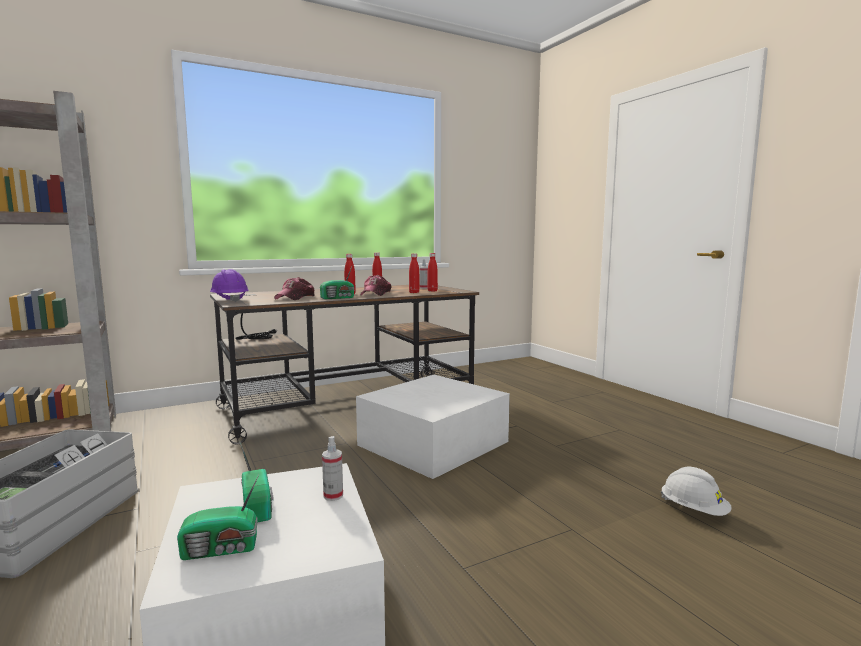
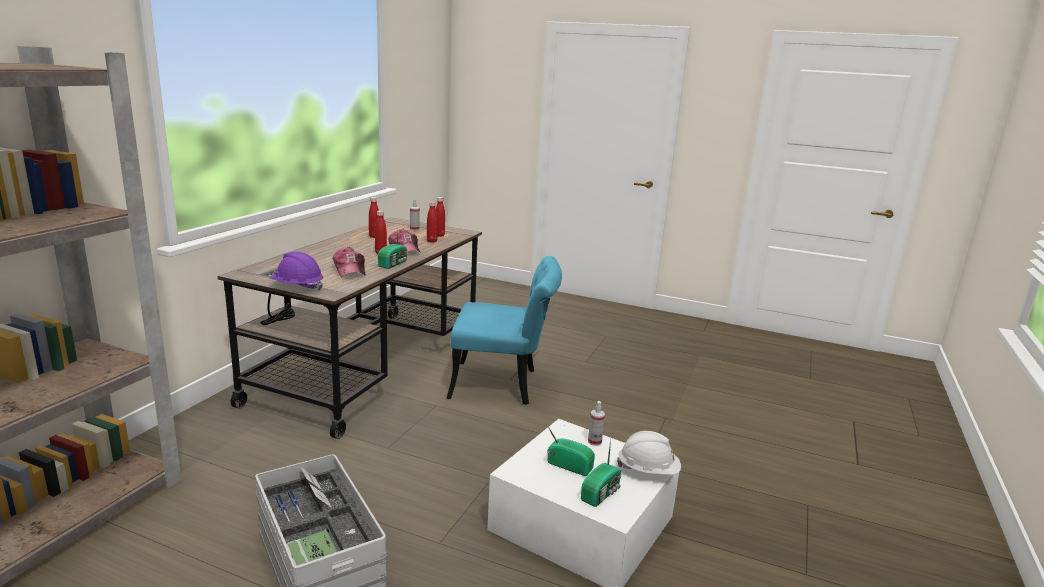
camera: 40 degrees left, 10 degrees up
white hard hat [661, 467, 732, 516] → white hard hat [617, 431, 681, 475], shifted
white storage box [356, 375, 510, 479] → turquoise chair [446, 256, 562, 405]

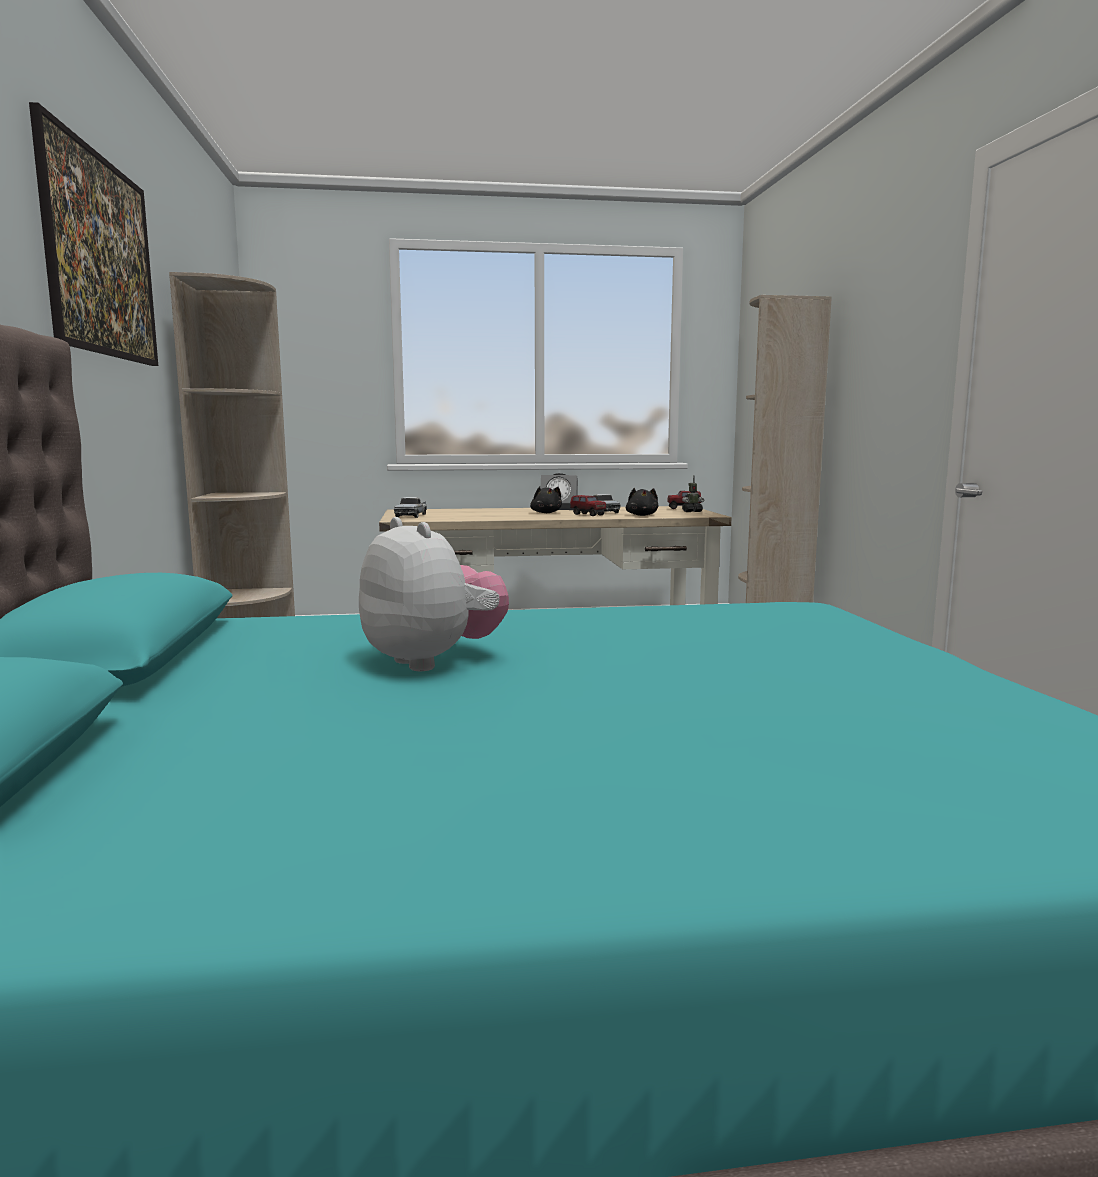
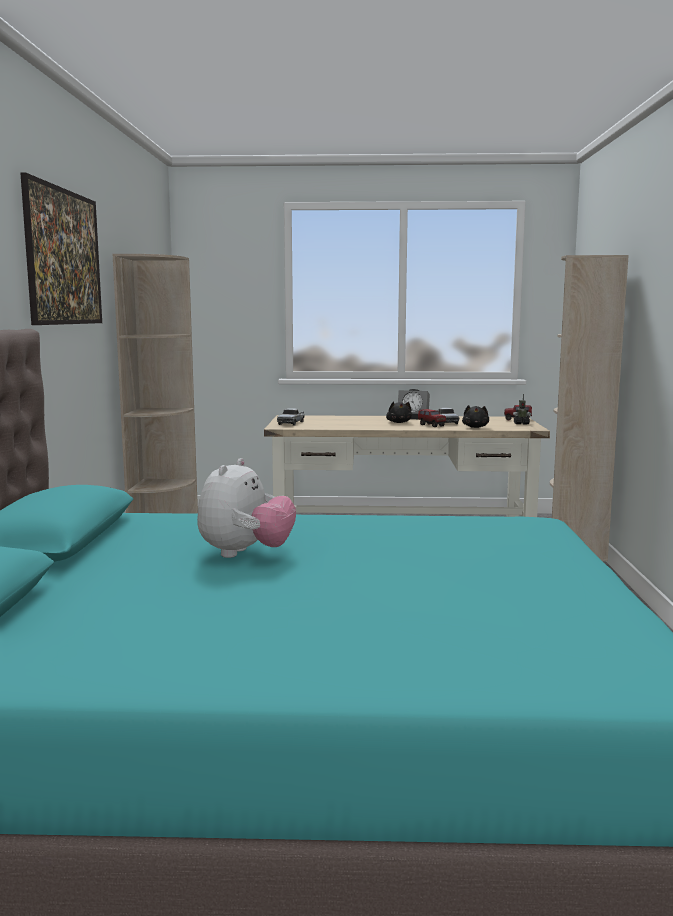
camera: 10 degrees right, 0 degrees up
plush toy [359, 517, 509, 671] → plush toy [197, 458, 296, 558], 45 degrees clockwise

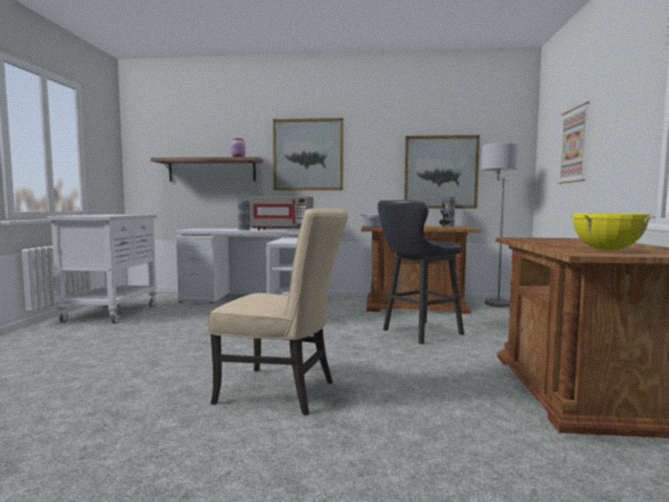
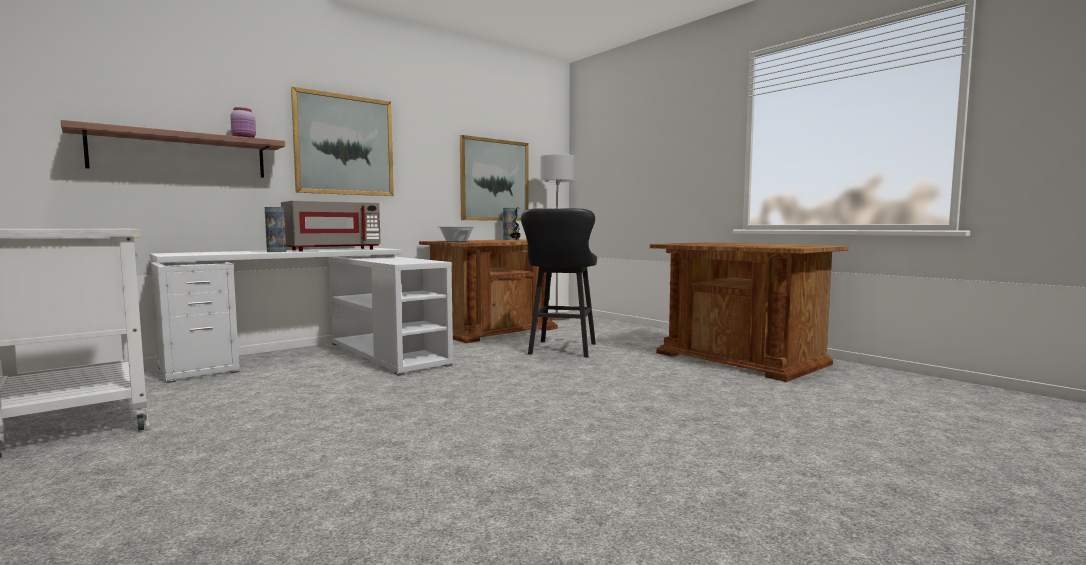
camera: 45 degrees left, 0 degrees up
beige chair [208, 208, 349, 415] → -
picture [558, 102, 590, 184] → -
yellow cooking pot [571, 213, 655, 251] → -

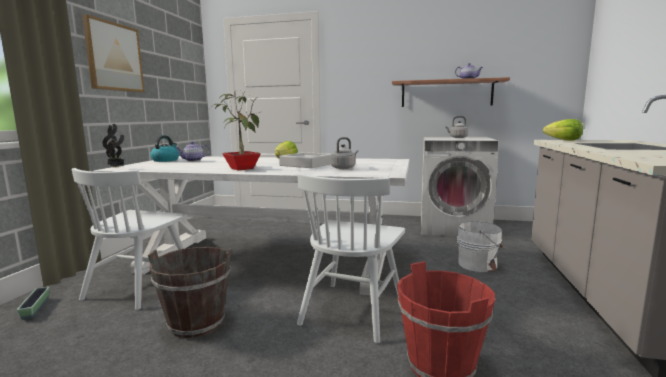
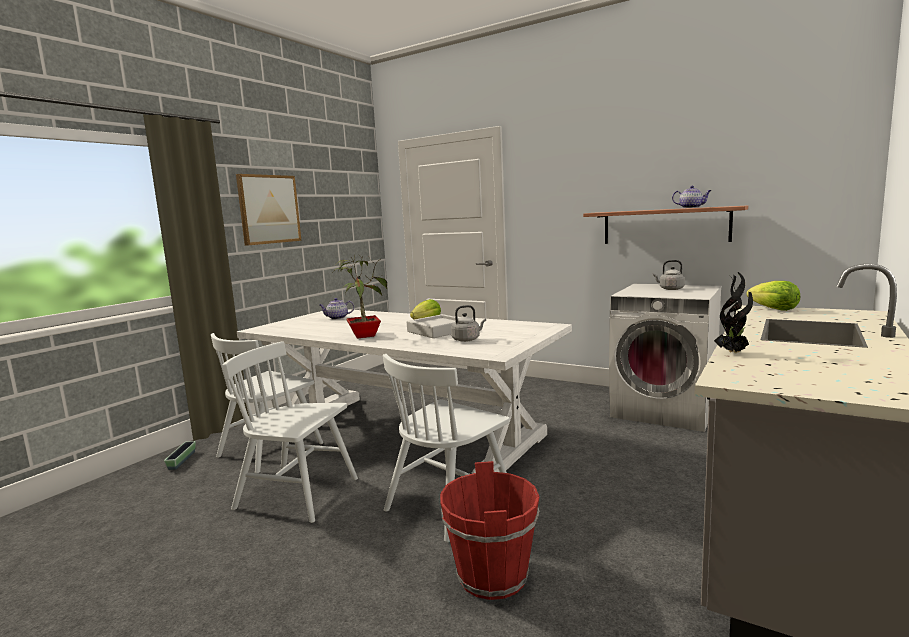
camera: 20 degrees right, 0 degrees up
kettle [150, 135, 179, 162] → -
white bucket [457, 219, 503, 272] → -
potted plant [102, 124, 124, 168] → potted plant [714, 272, 753, 353], shifted
brown bucket [148, 247, 231, 338] → white chair [222, 341, 358, 523]

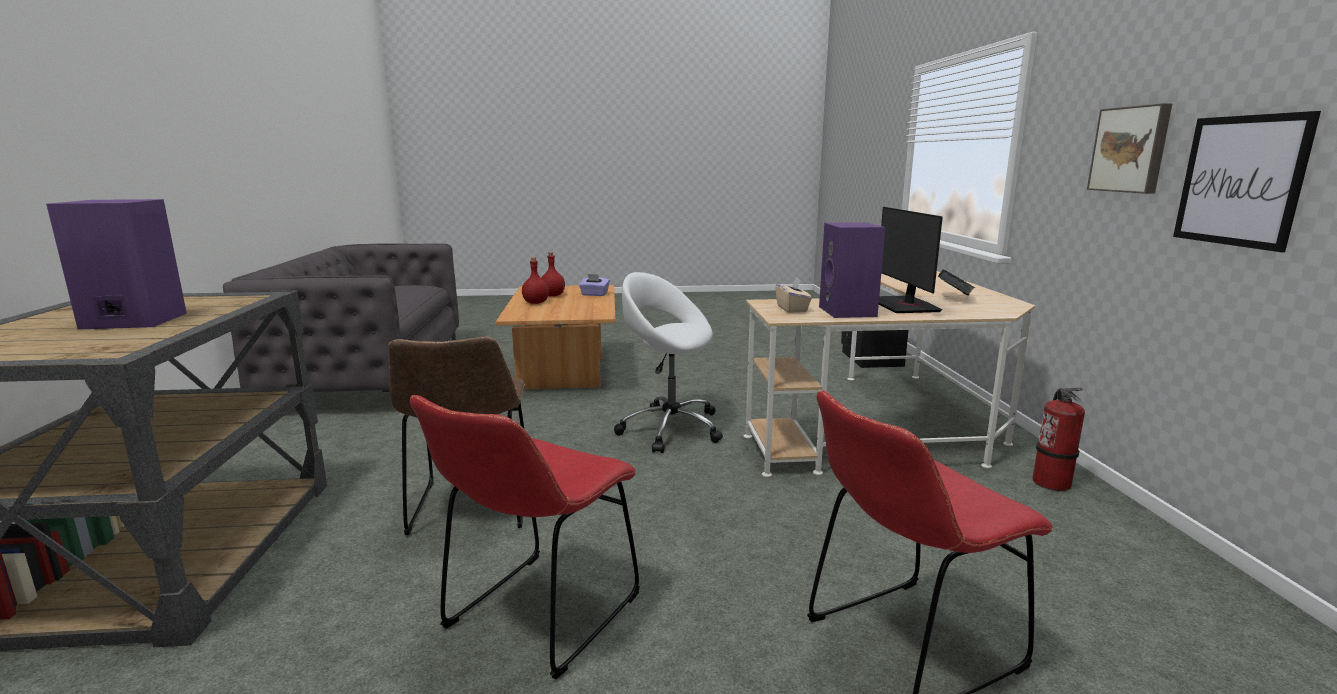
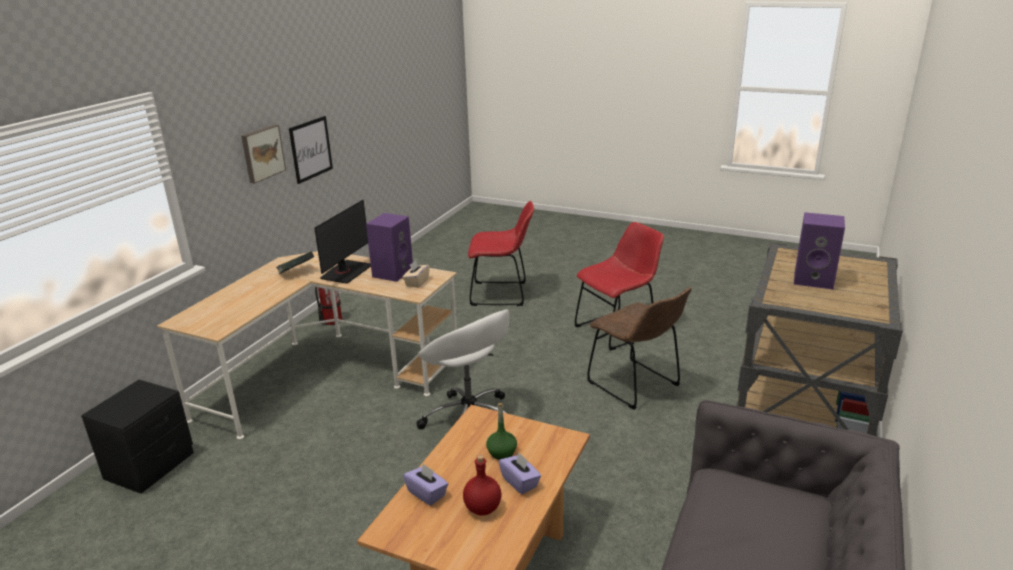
camera: 150 degrees left, 10 degrees up
- → green bottle [486, 403, 517, 460]
red bottle [522, 257, 549, 304] → purple tissue box [499, 452, 541, 494]
brown chair [388, 336, 525, 535] → brown chair [587, 287, 692, 410], 120 degrees clockwise

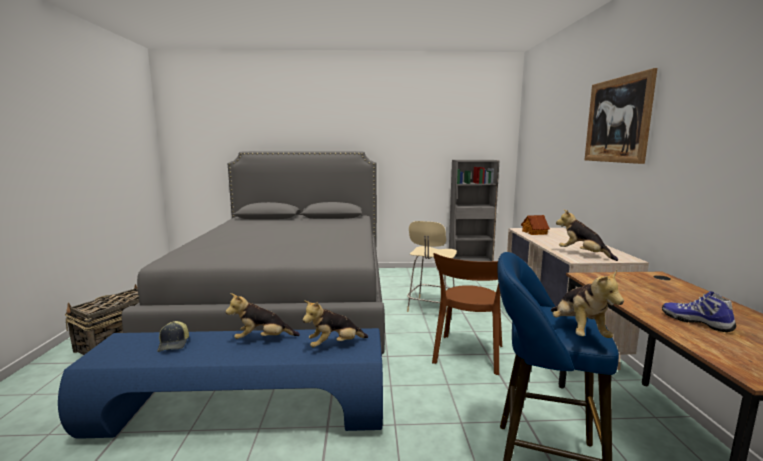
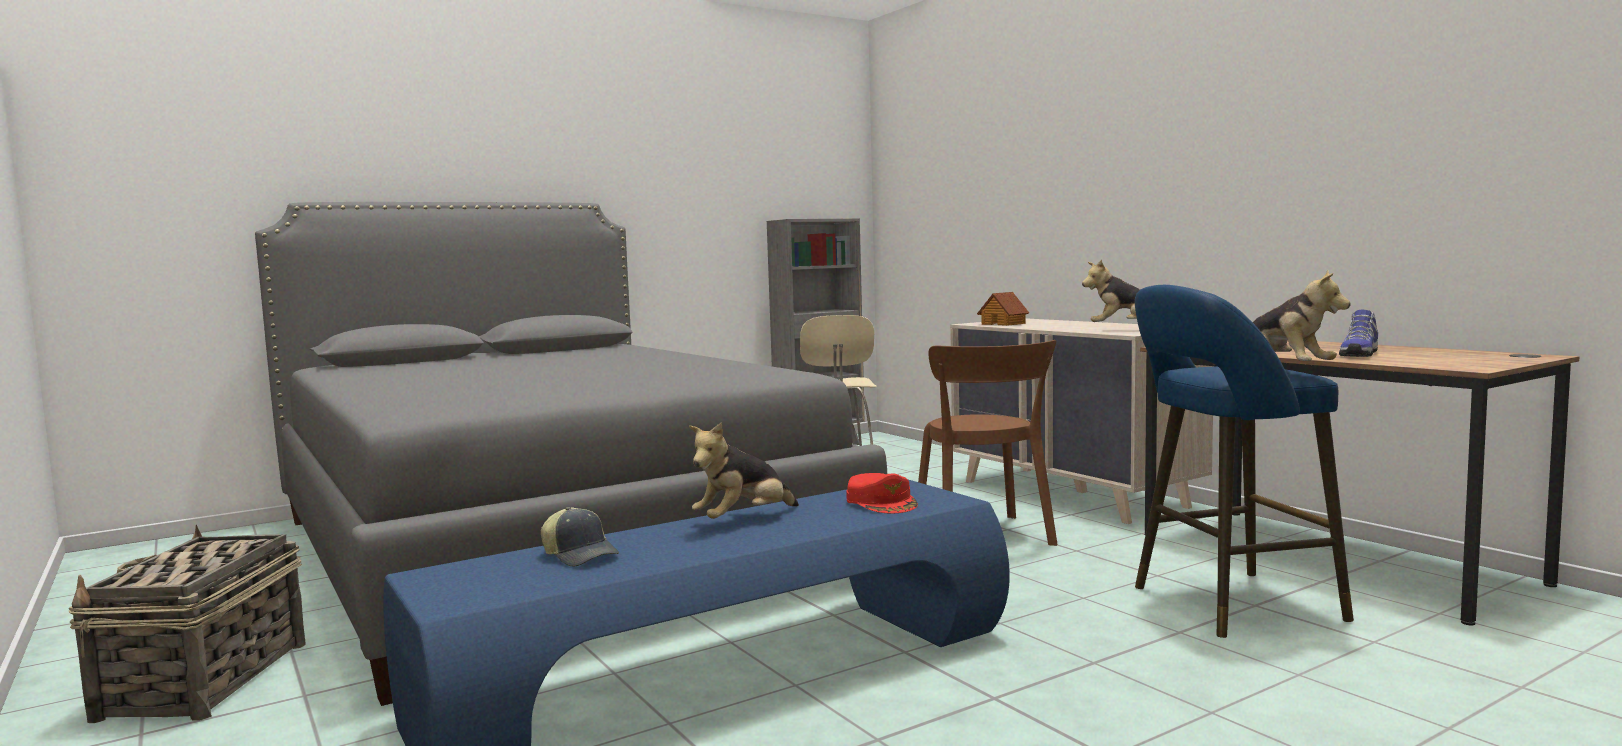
camera: 30 degrees left, 5 degrees down
picture [584, 68, 657, 164] → -
plush toy [302, 300, 368, 347] → red cap [846, 473, 918, 513]
shoe [662, 291, 736, 332] → shoe [1339, 309, 1379, 357], 75 degrees counterclockwise

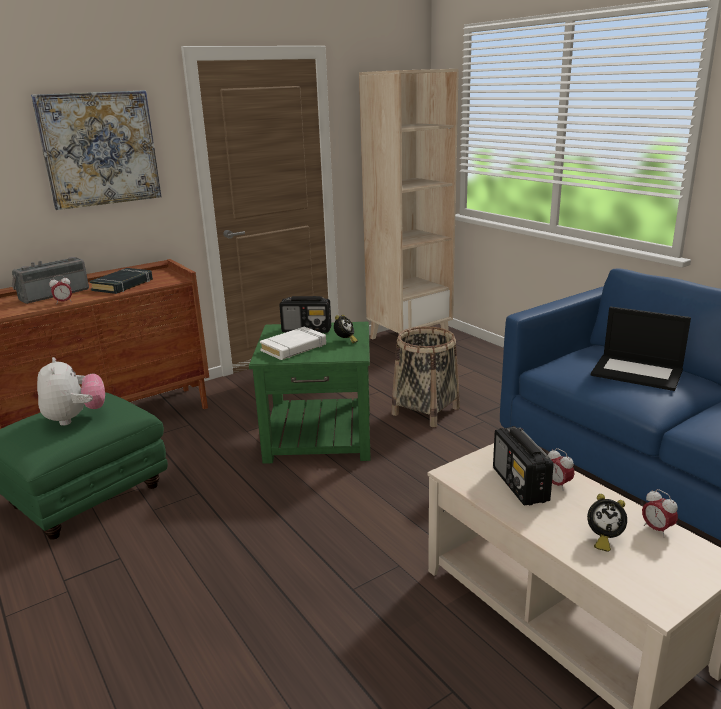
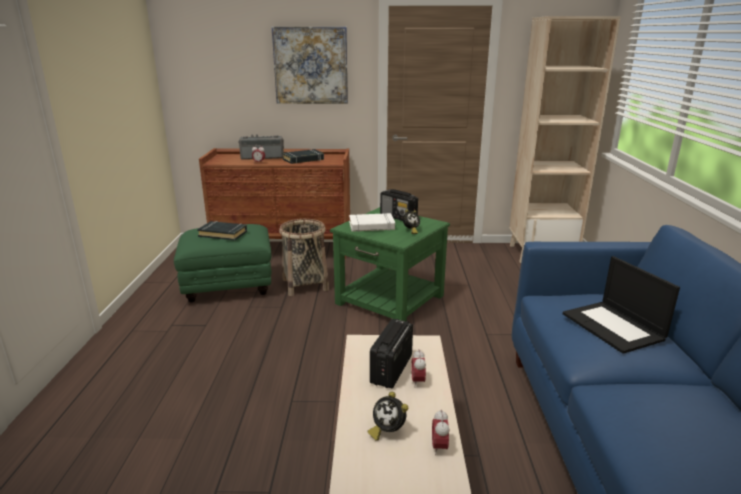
camera: 35 degrees right, 0 degrees up
basket [392, 326, 460, 427] → basket [279, 219, 329, 296], shifted
plush toy [37, 357, 105, 426] → black book [197, 221, 247, 240]

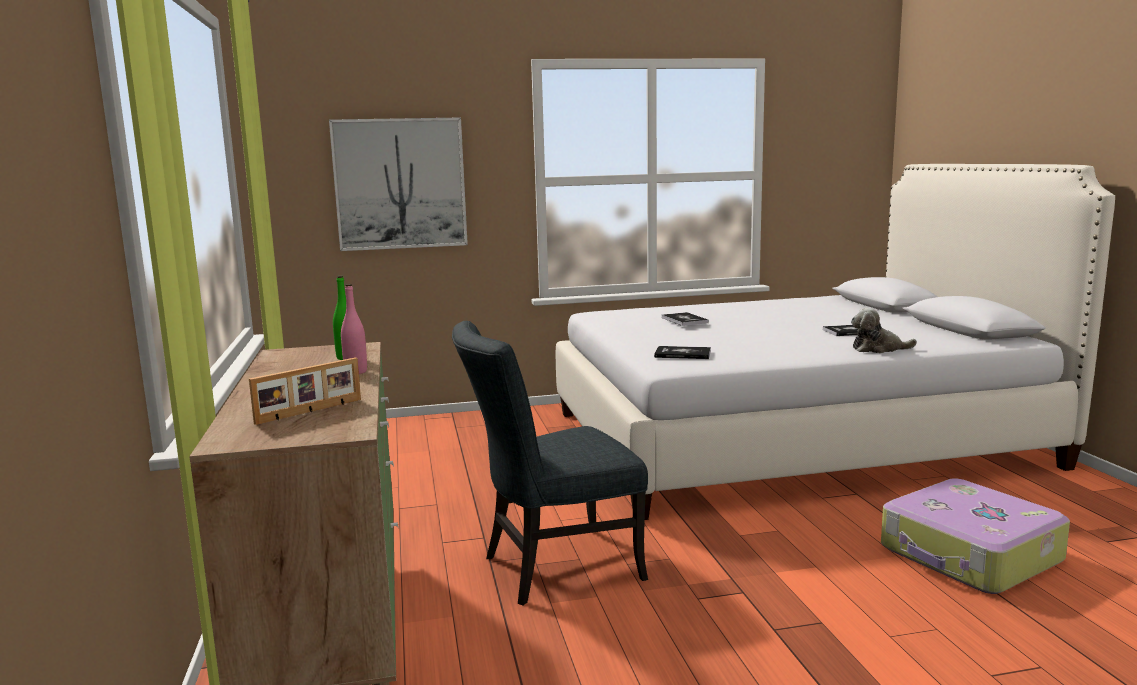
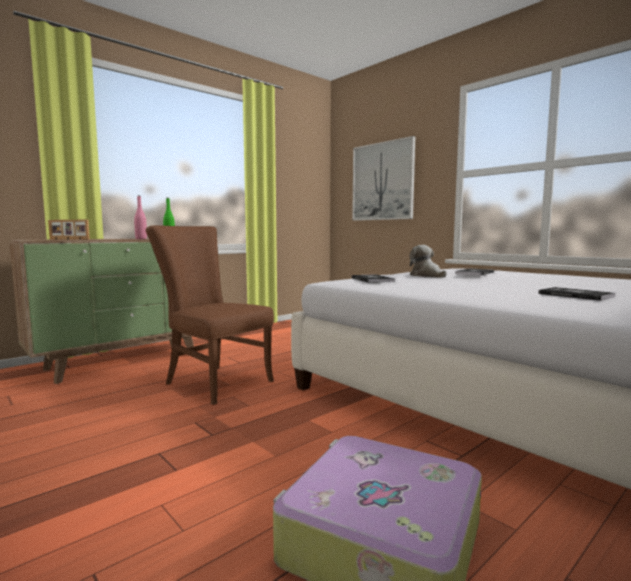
camera: 60 degrees right, 5 degrees down
plush toy [851, 307, 917, 353] → plush toy [409, 245, 447, 278], shifted
grey chair [452, 321, 648, 606] → brown chair [145, 225, 274, 405]

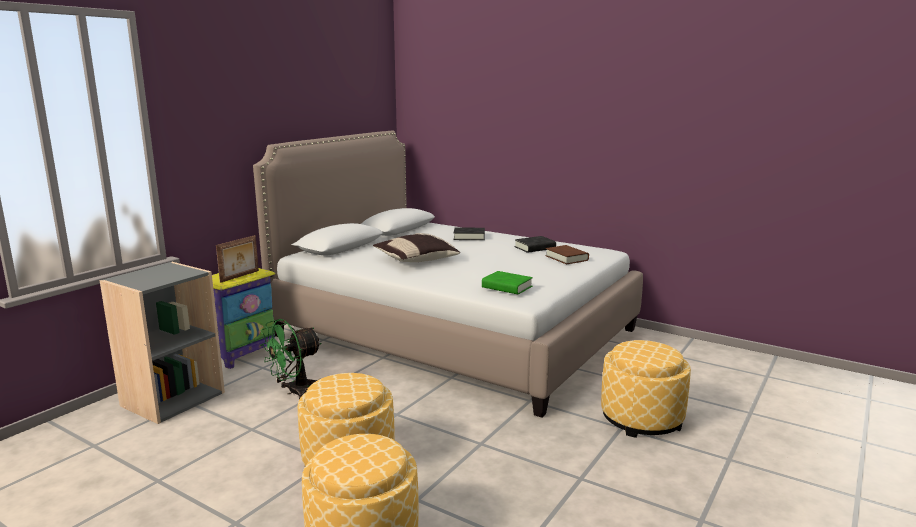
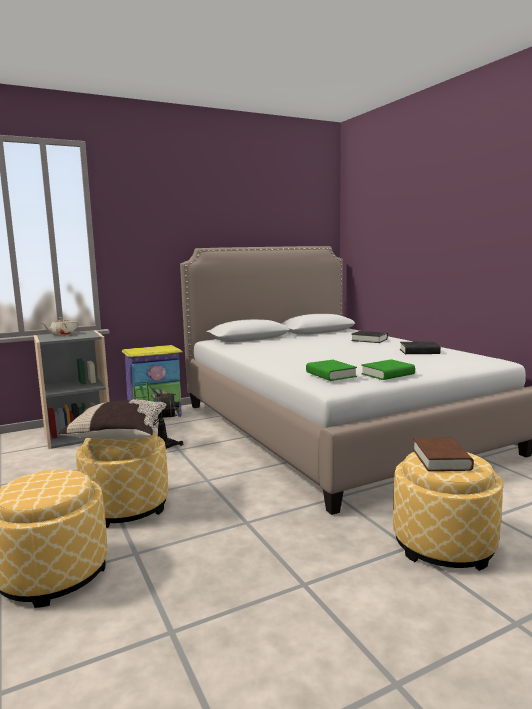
camera: 30 degrees right, 5 degrees down
picture frame [216, 235, 259, 283] → -
- → beige teapot [42, 317, 79, 336]
- → green book [361, 359, 415, 380]
pillow [373, 233, 460, 262] → pillow [58, 399, 166, 439], shifted
brown book [546, 245, 589, 264] → brown book [413, 438, 474, 471], shifted

